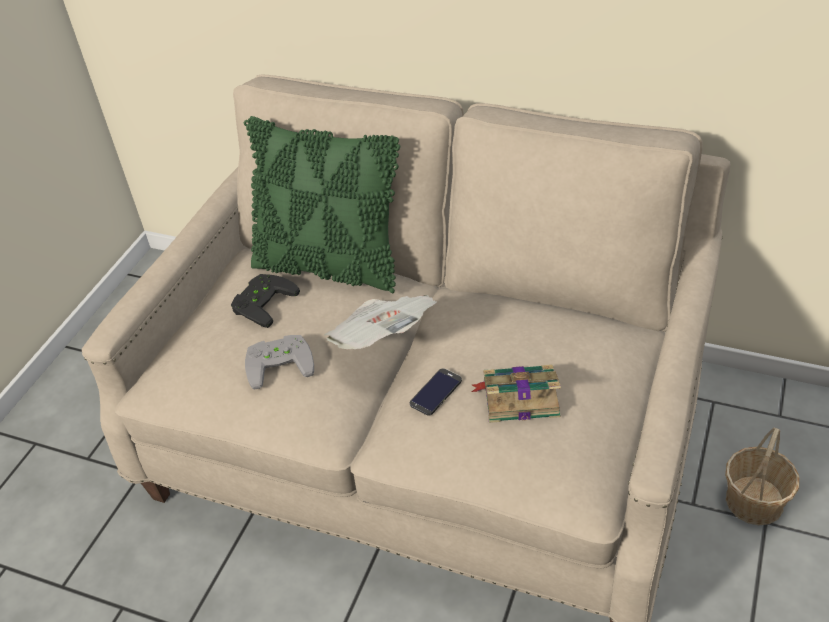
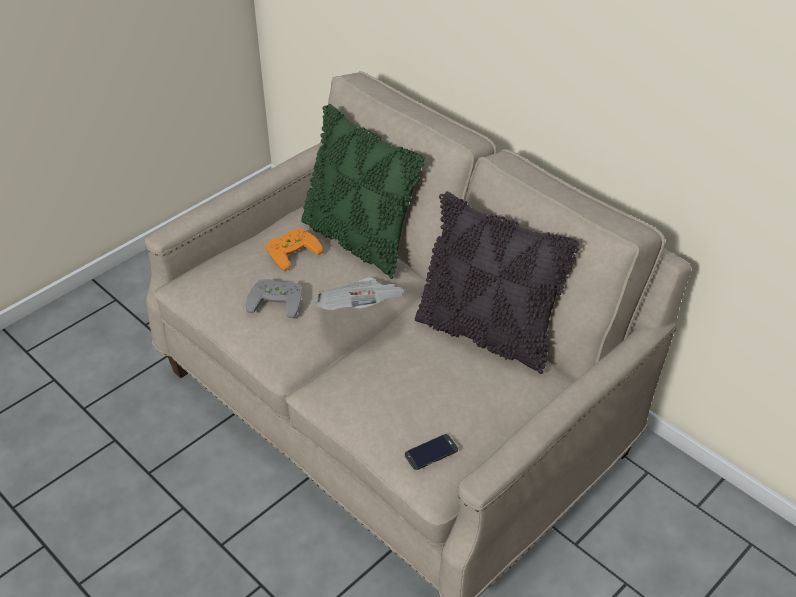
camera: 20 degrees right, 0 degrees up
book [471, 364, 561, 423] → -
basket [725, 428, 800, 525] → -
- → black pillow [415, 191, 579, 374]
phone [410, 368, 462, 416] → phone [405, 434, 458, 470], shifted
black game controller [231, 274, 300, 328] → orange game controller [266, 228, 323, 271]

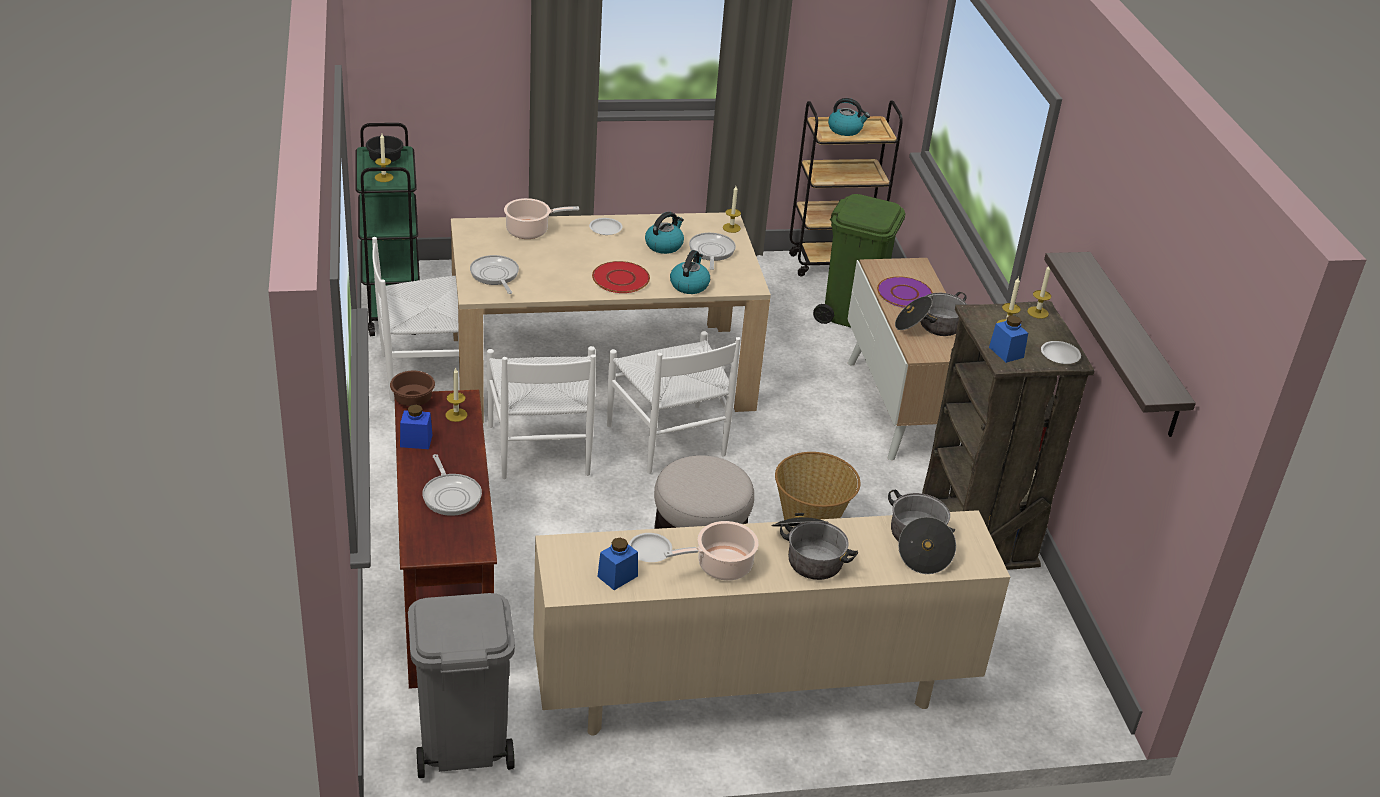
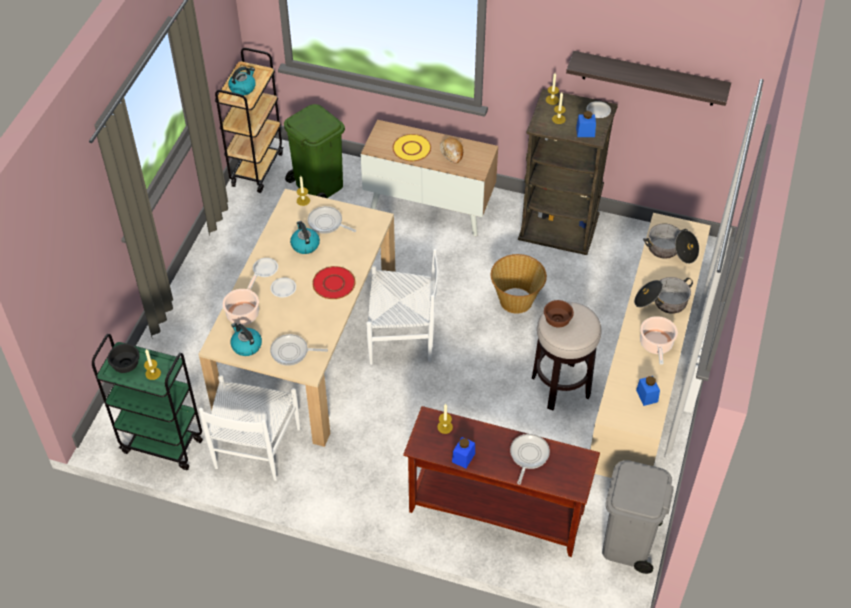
camera: 60 degrees left, 15 degrees up
white chair [487, 346, 596, 479] → -
brown bowl [390, 371, 435, 406] → brown bowl [544, 300, 574, 327], shifted
white plate [629, 533, 672, 562] → white plate [270, 278, 296, 298], shifted
kettle [670, 250, 710, 294] → kettle [231, 323, 262, 356], shifted
cooking pot [895, 292, 967, 336] → bread [440, 137, 463, 164]
purple plate [877, 276, 933, 308] → yellow plate [392, 134, 431, 161]
frying pan [422, 454, 482, 516] → frying pan [510, 434, 550, 485], 75 degrees counterclockwise

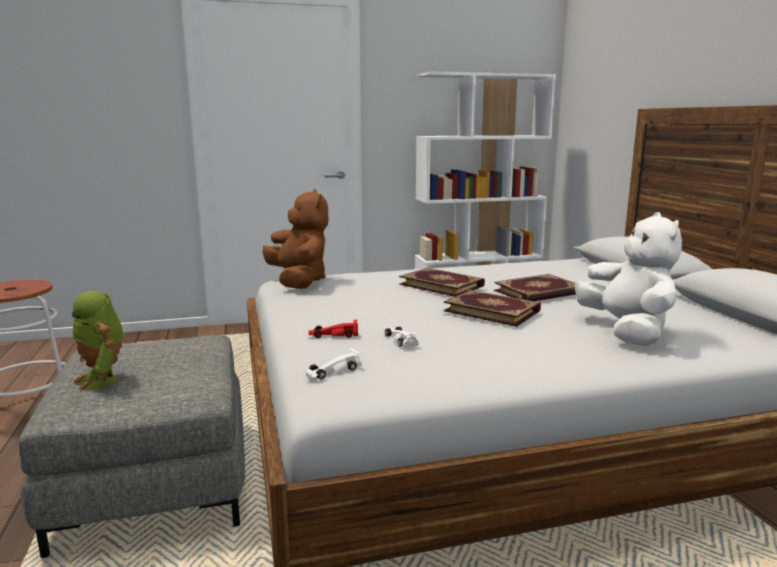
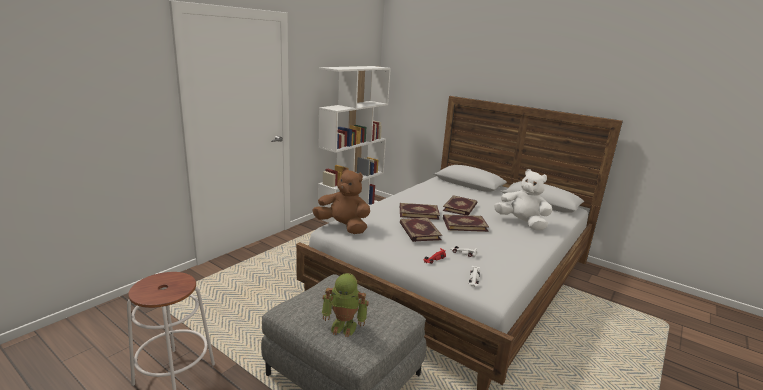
camera: 40 degrees left, 5 degrees up
- → book [400, 217, 442, 242]

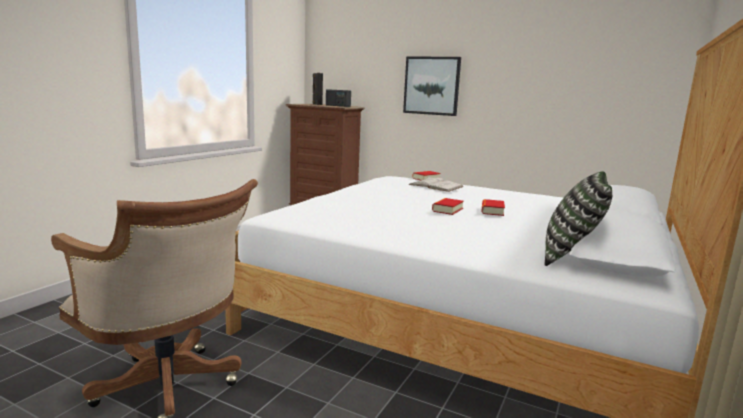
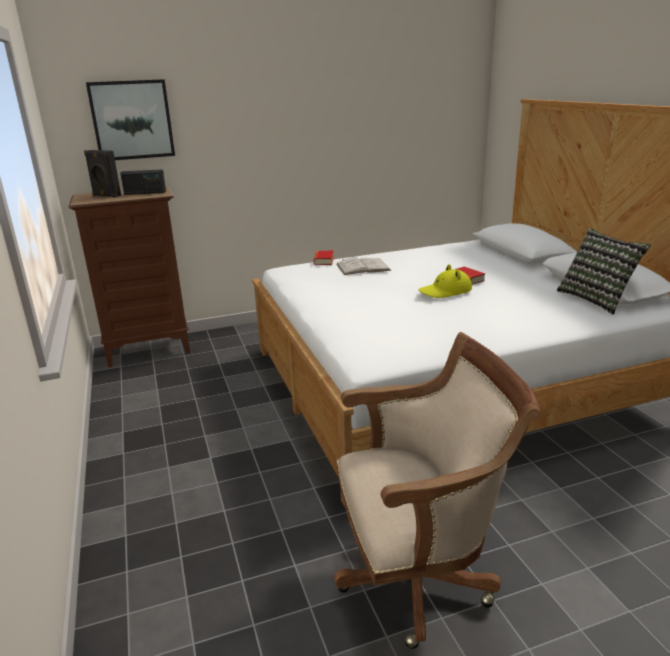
camera: 45 degrees left, 10 degrees up
picture [403, 56, 461, 116] → picture [86, 79, 175, 160], shifted
book [432, 198, 464, 215] → yellow hat [418, 264, 472, 298]

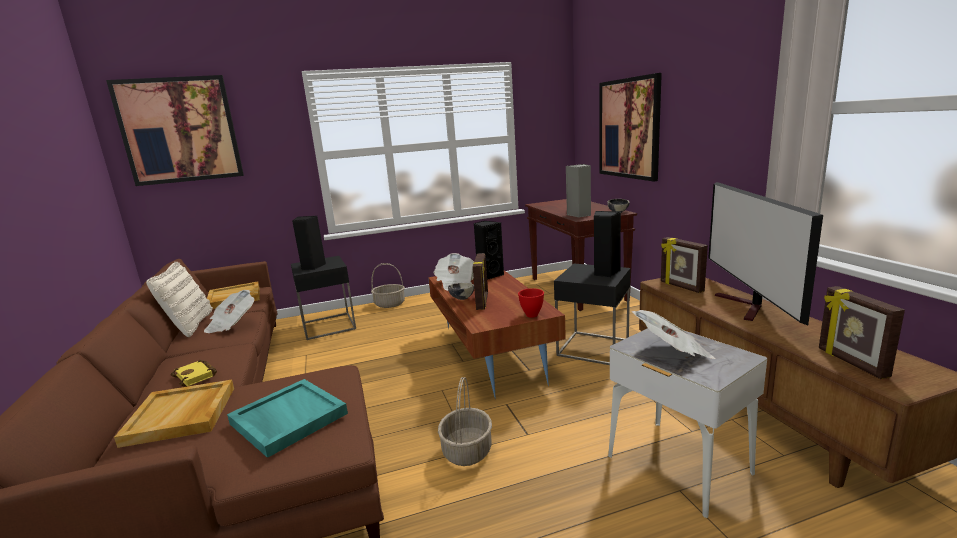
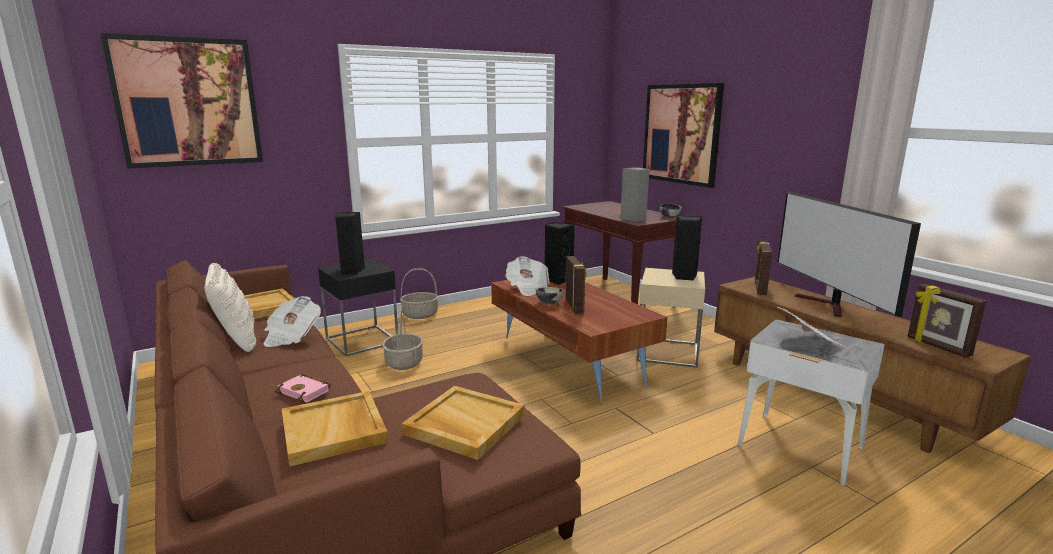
camera: 15 degrees left, 0 degrees up
red bowl [518, 288, 544, 318] → -
basket [438, 377, 492, 466] → basket [382, 306, 423, 370], shifted
yellow book [171, 360, 217, 387] → pink book [275, 374, 331, 403]
turquoise tray [227, 379, 348, 458] → beige tray [402, 386, 525, 460]
black side table [554, 264, 631, 365] → beige side table [637, 268, 705, 368]
picture frame [661, 237, 708, 293] → picture frame [755, 241, 772, 296], 60 degrees clockwise

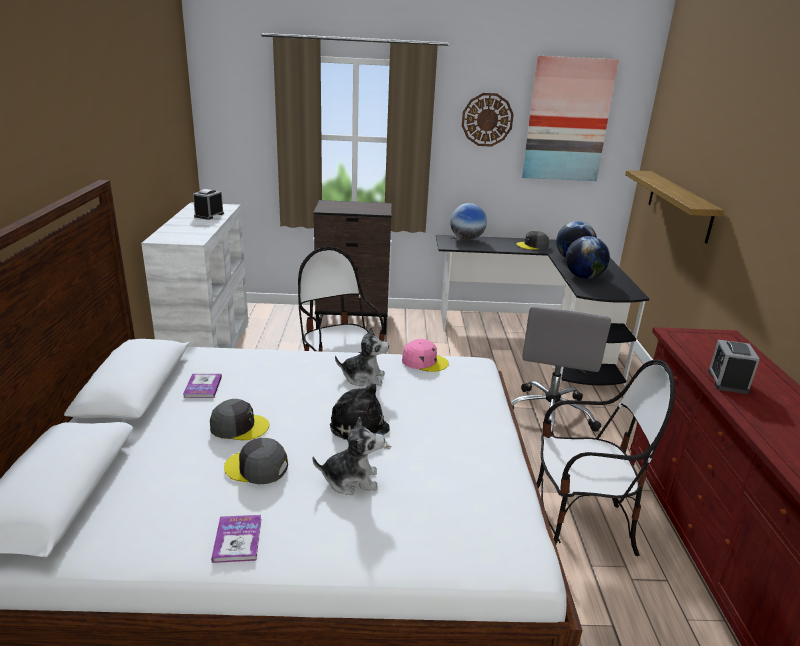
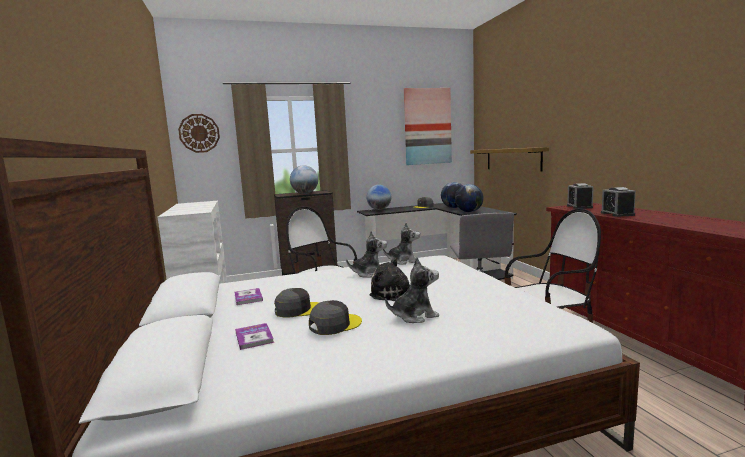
camera: 15 degrees left, 15 degrees down
- → globe [290, 165, 318, 194]
alarm clock [193, 189, 224, 220] → alarm clock [567, 183, 594, 209], shifted
book [211, 515, 261, 563] → book [235, 323, 274, 350], shifted
wall clock [462, 93, 514, 147] → wall clock [178, 114, 220, 153], shifted
pink cap [402, 339, 449, 372] → plush toy [383, 223, 420, 265]
grey cap [224, 438, 288, 484] → grey cap [309, 300, 362, 335], 150 degrees clockwise

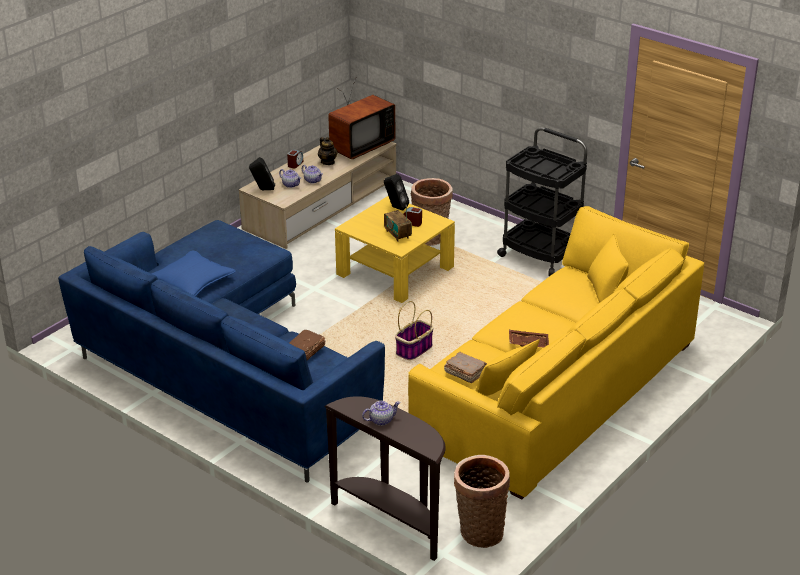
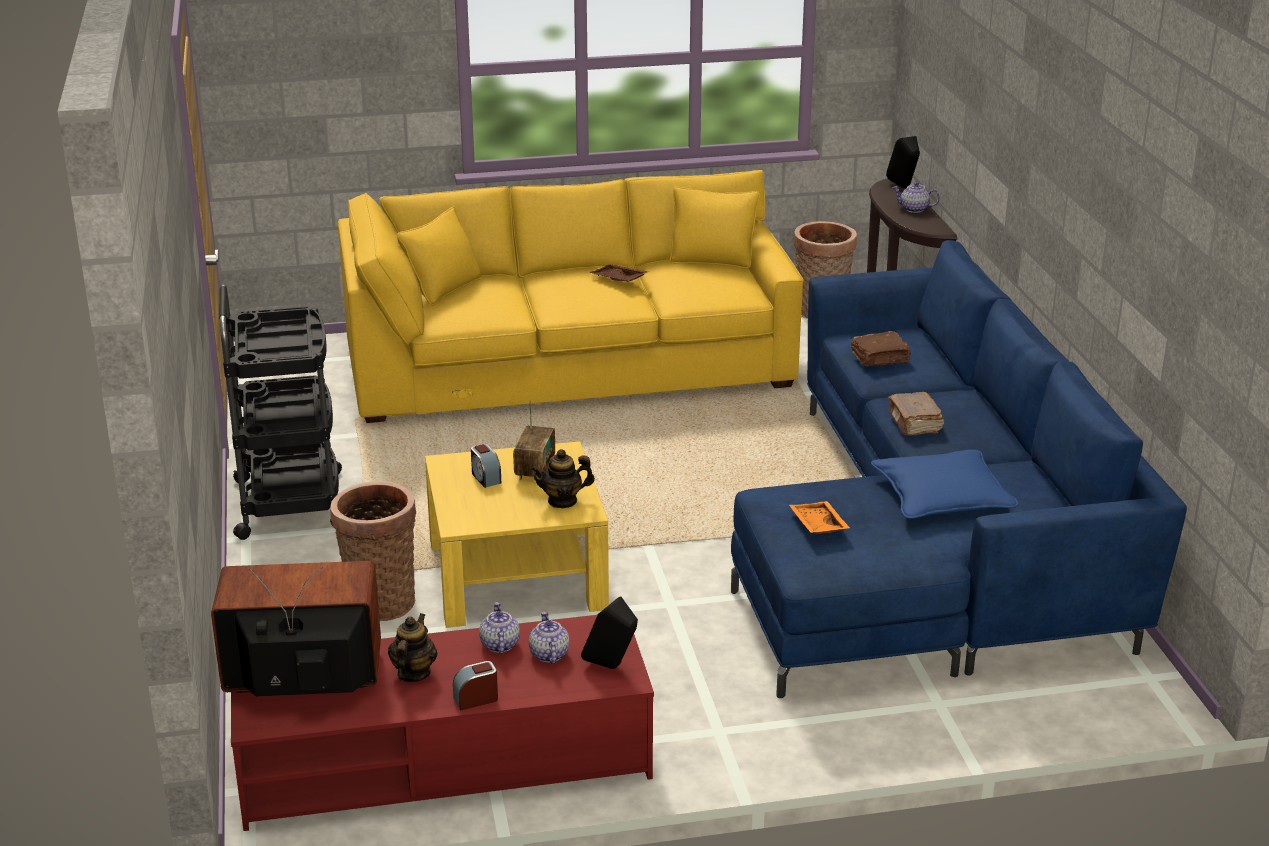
camera: 140 degrees left, 5 degrees down
basket [395, 301, 434, 360] → -
- → teapot [530, 449, 595, 508]
- → orange tray [789, 501, 850, 534]
black speaker [384, 174, 409, 211] → black speaker [886, 136, 920, 188], shifted
brown book [444, 352, 487, 383] → brown book [888, 392, 944, 436], shifted
beige tv stand [239, 142, 397, 249] → red tv stand [231, 615, 654, 831]

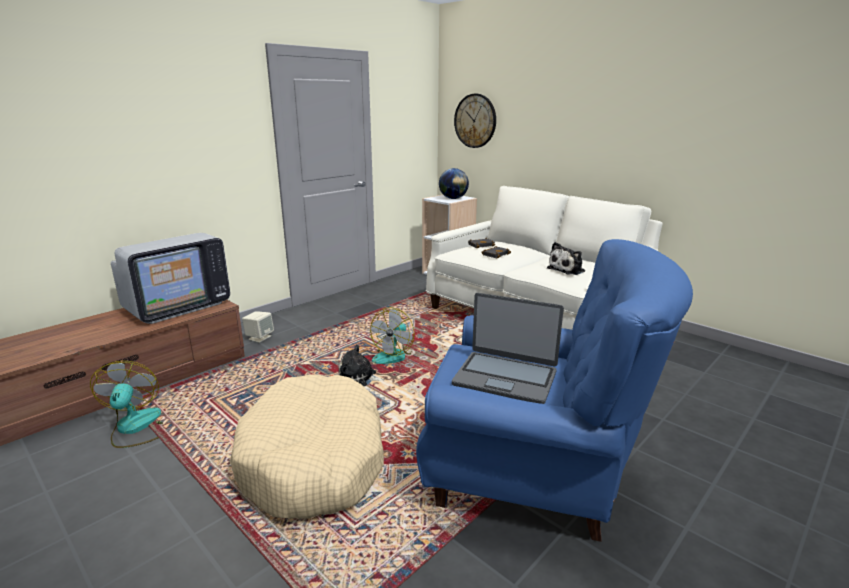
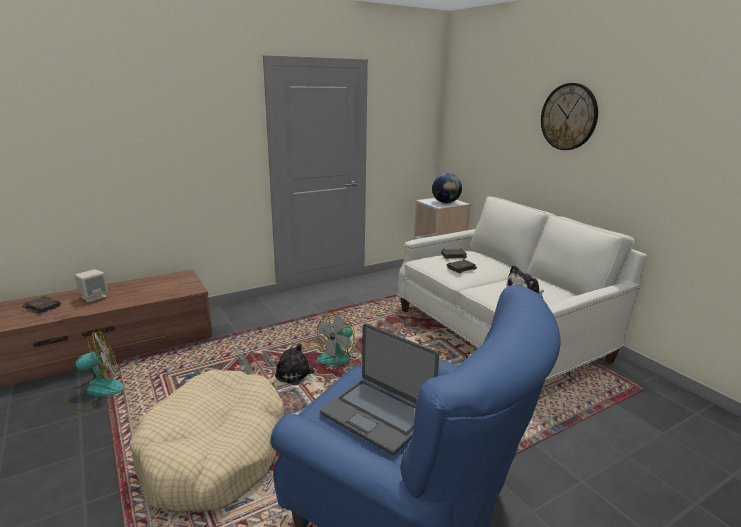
camera: 15 degrees right, 0 degrees up
television [111, 233, 230, 324] → -
- → black book [23, 296, 61, 314]
beige speaker [242, 311, 274, 343] → beige speaker [75, 269, 108, 302], shifted
wall clock [454, 94, 496, 148] → wall clock [541, 83, 598, 150], shifted
fan [90, 361, 163, 448] → fan [65, 331, 125, 411], 60 degrees clockwise

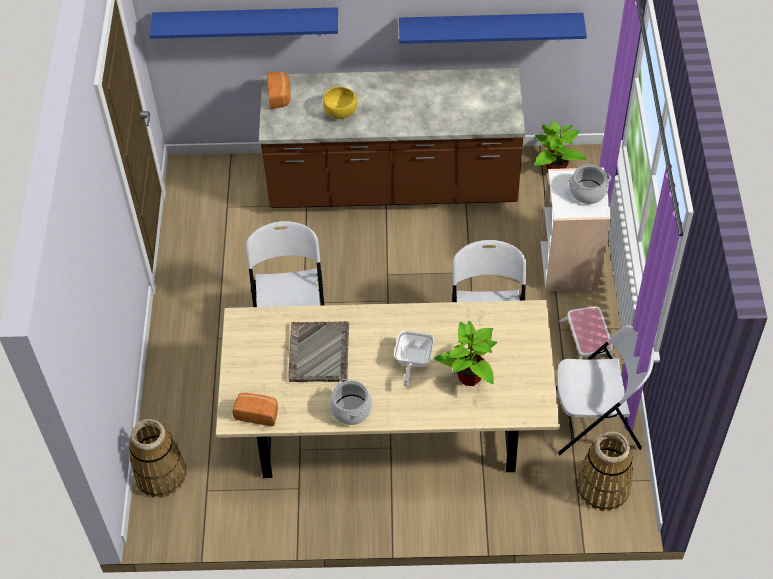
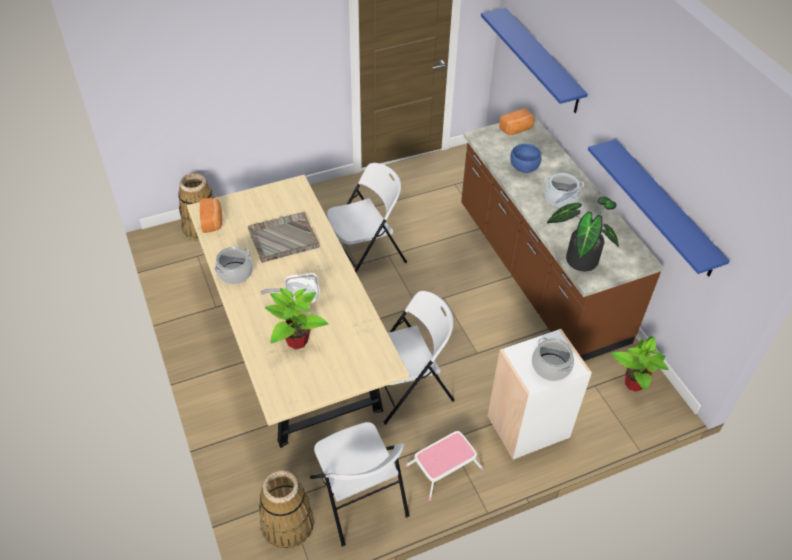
camera: 65 degrees right, 5 degrees down
- → cooking pot [544, 173, 584, 208]
- → potted plant [547, 197, 619, 271]
yellow bowl [323, 87, 357, 119] → blue bowl [510, 144, 541, 173]

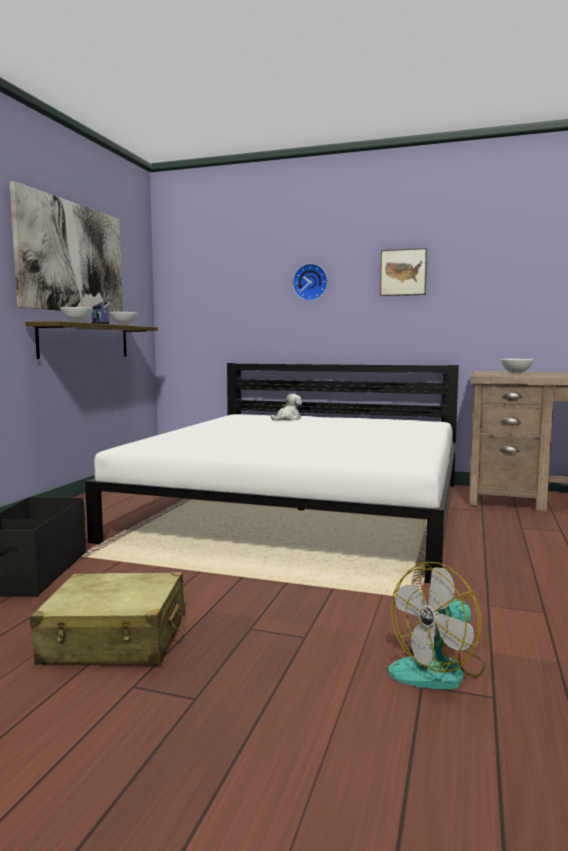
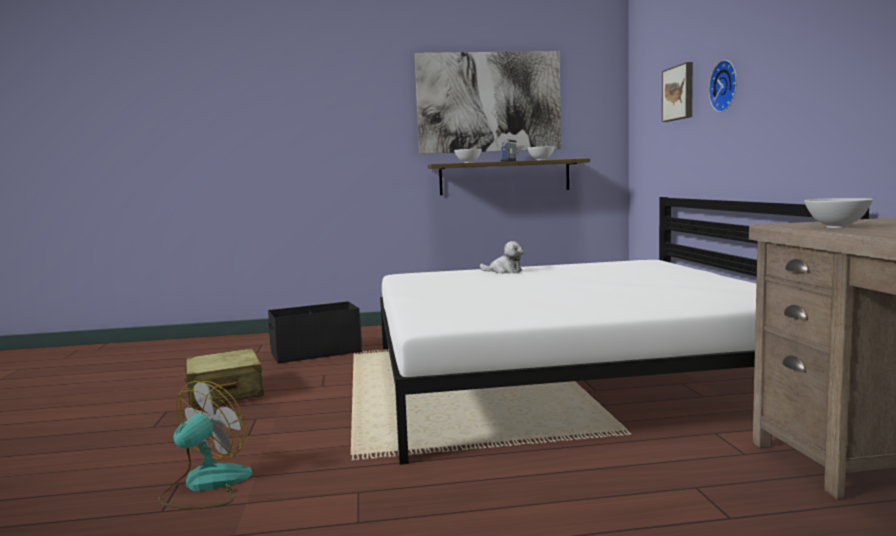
camera: 65 degrees right, 0 degrees up
plush toy [271, 394, 302, 420] → plush toy [480, 241, 524, 274], shifted
picture [380, 248, 427, 296] → picture [662, 62, 693, 122], shifted
fan [388, 562, 485, 689] → fan [158, 381, 252, 509], 90 degrees clockwise

